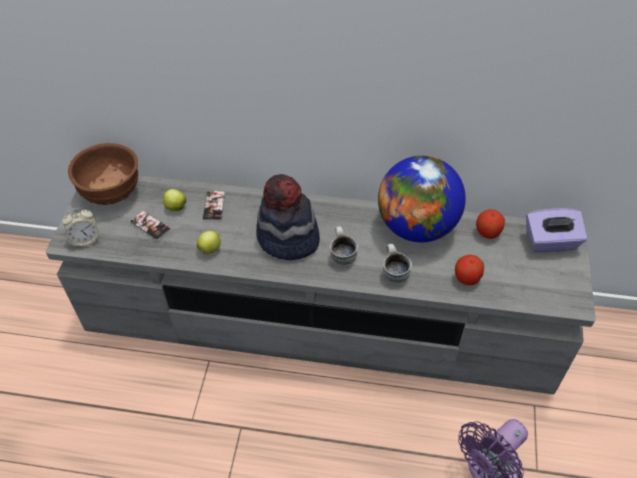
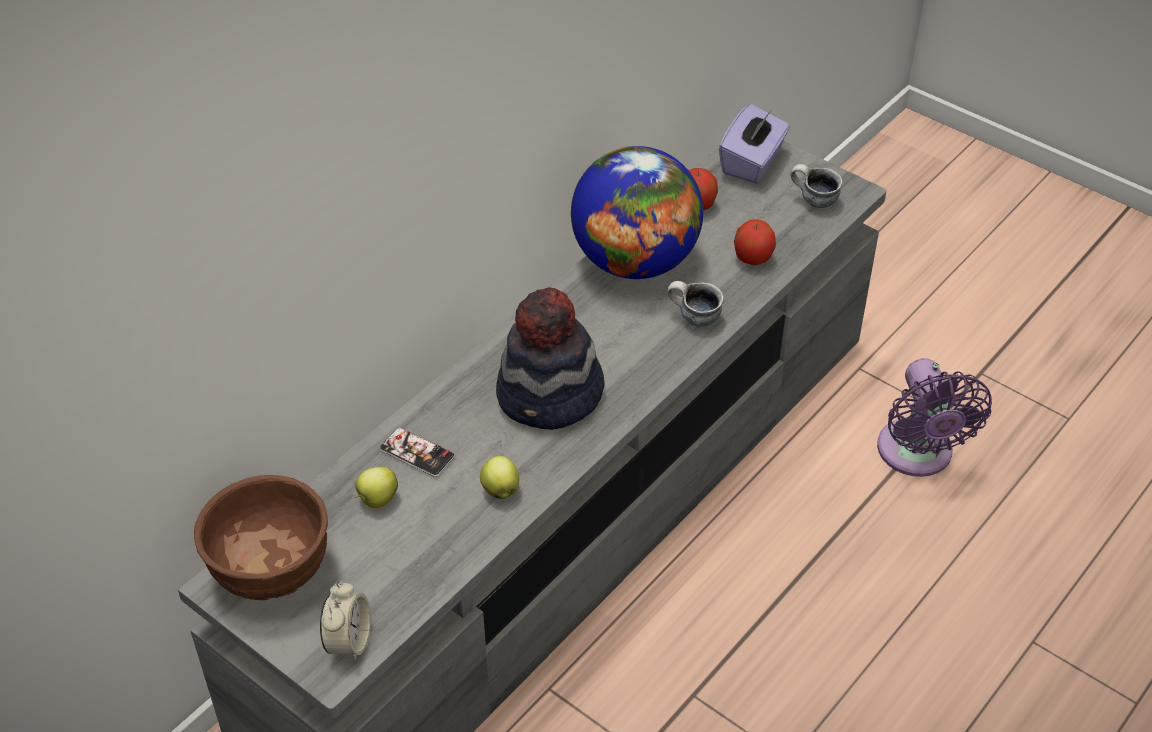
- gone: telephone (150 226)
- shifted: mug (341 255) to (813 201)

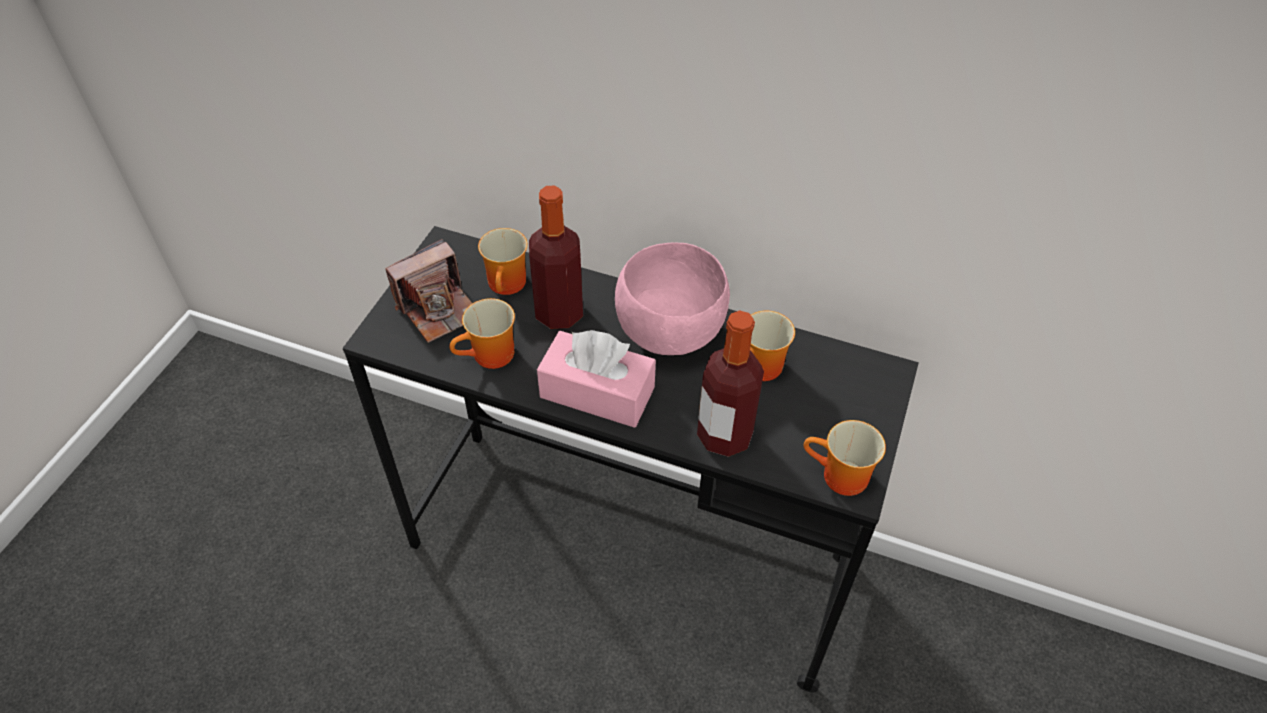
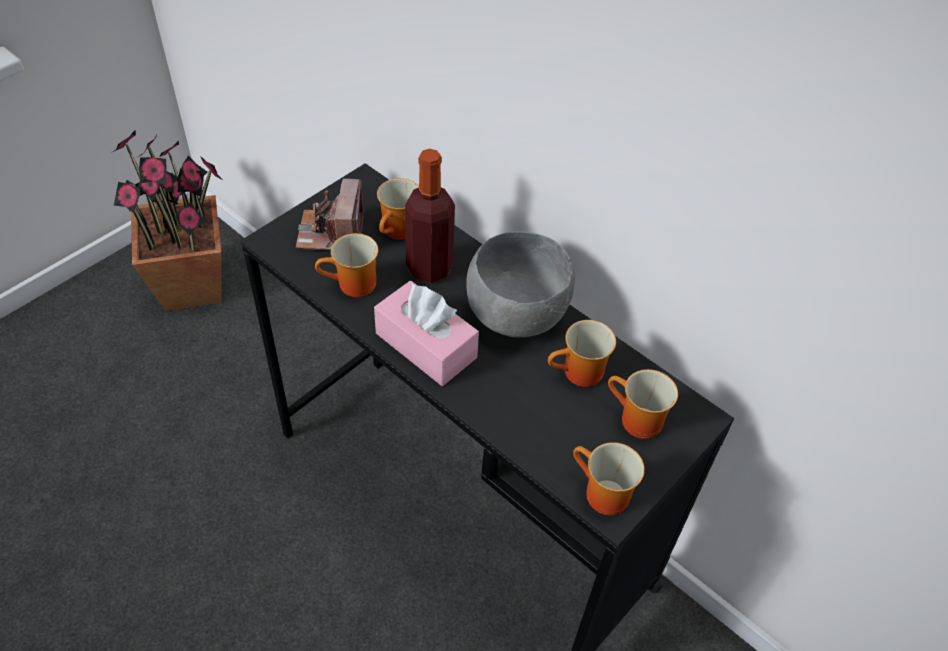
- gone: bottle (724 436)
- new: potted plant (193 286)
- new: mug (635 421)
- repainted: serving bowl in pinkish (670 330) to serving bowl in greyish (517 314)
- rotated: still camera (439 309) = (332 233) 105 degrees clockwise

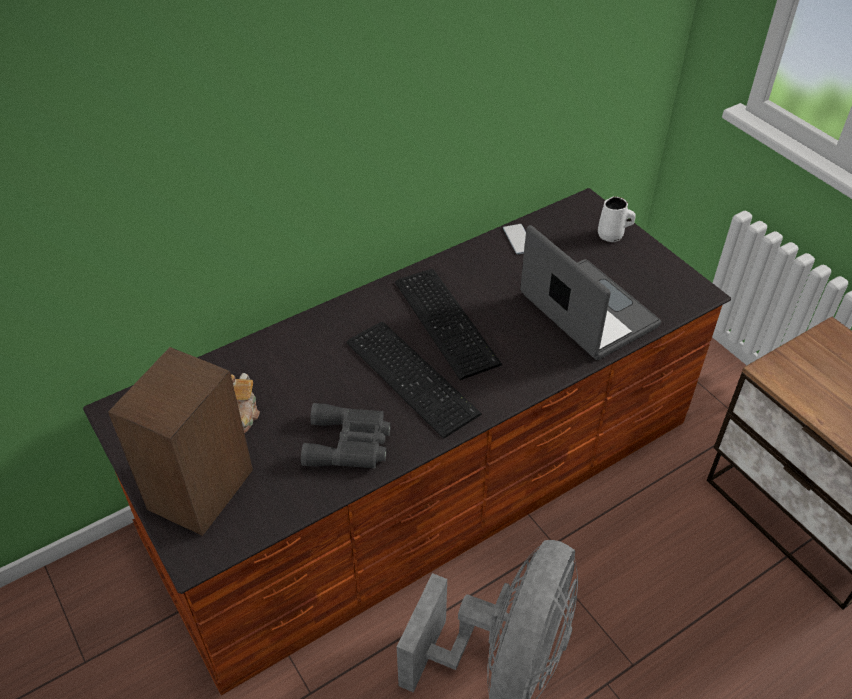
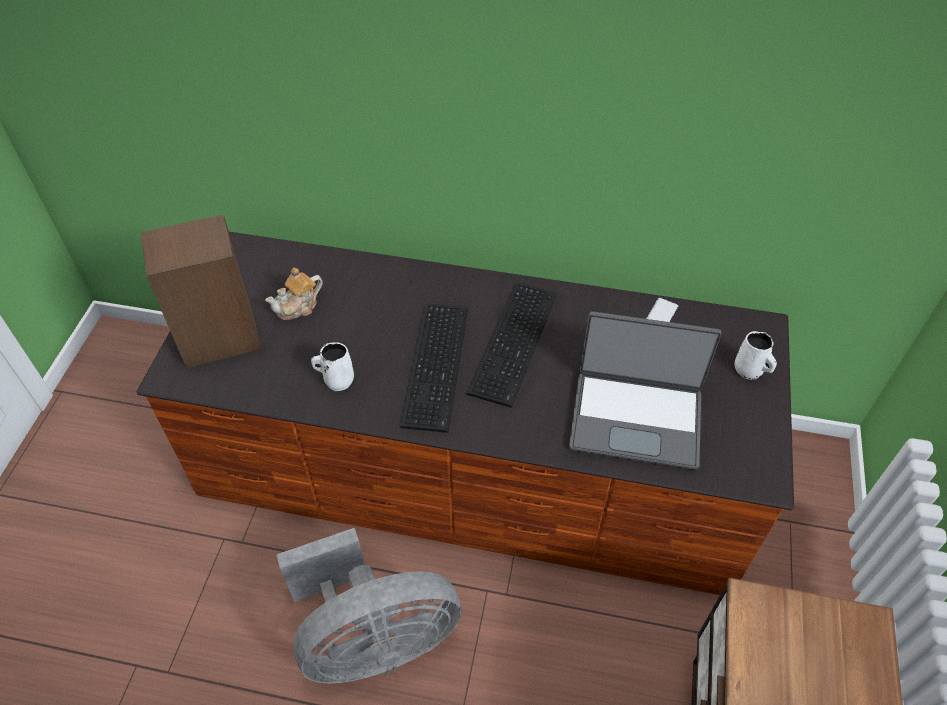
- swapped: binoculars in greyish (350 444) to mug in whitish (337 380)
- rotated: laptop (586 312) = (636 418) 90 degrees clockwise

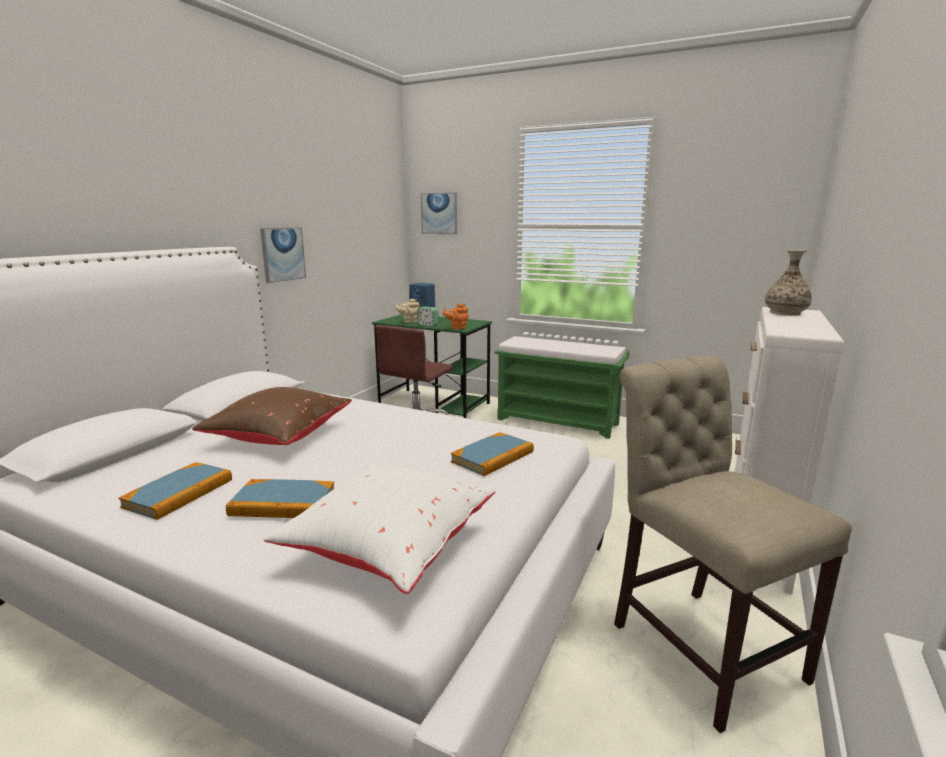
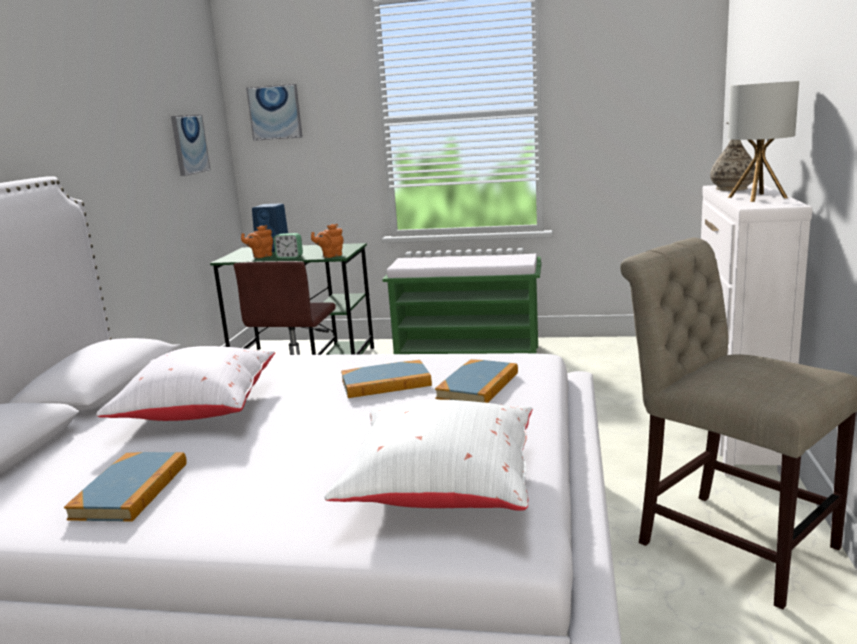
- new: lamp for a table (757 197)
- shifted: book (283 503) to (386 383)
- shifted: picture (283 254) to (189 144)
- repainted: pillow in brown (278 436) to pillow in whitish (197 410)
- repainted: pot for tea in beige-coloured (409 322) to pot for tea in orange-coloured (261 256)

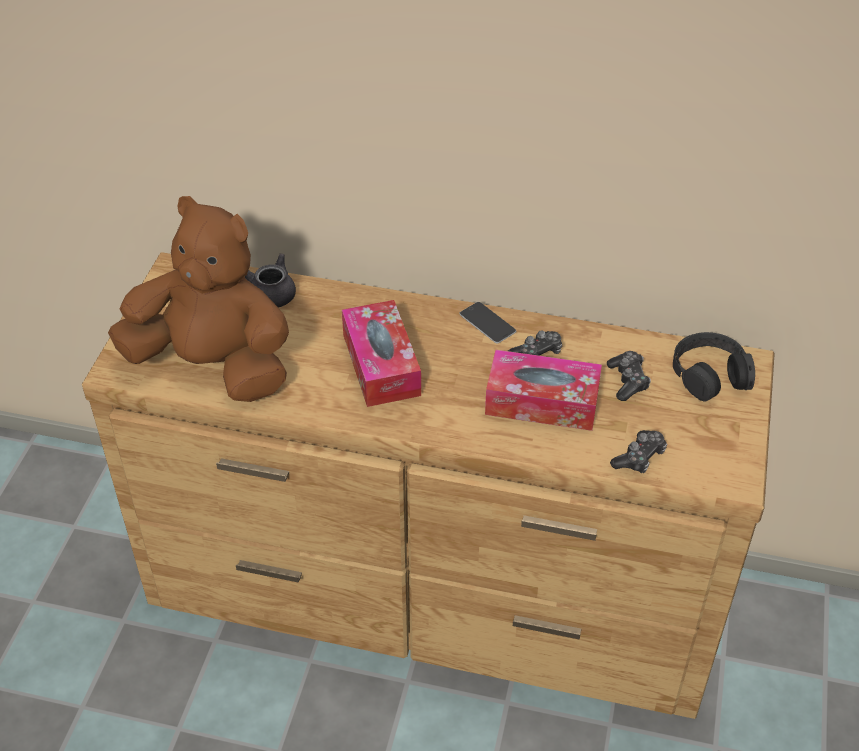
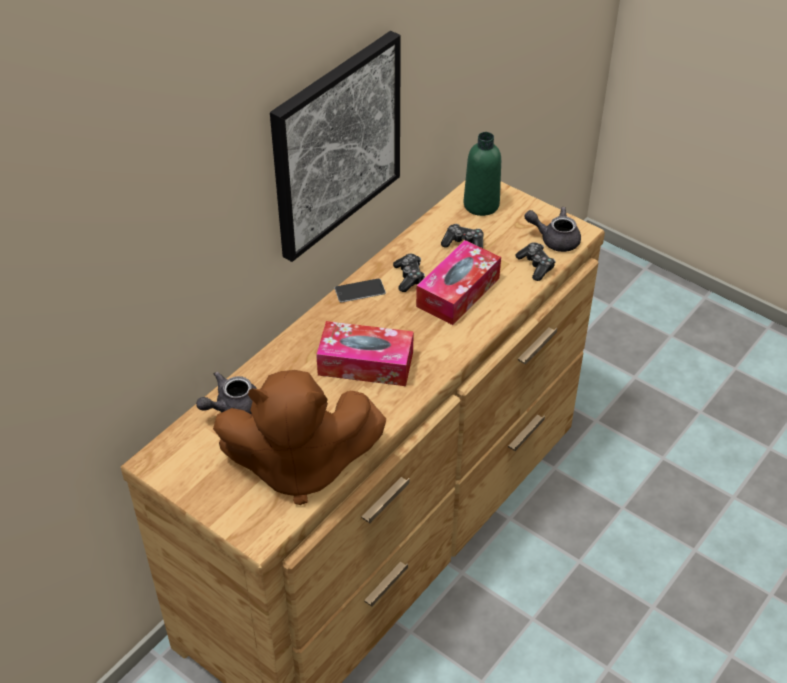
- new: picture (335 145)
- new: pot for tea in greyish (554 239)
- swapped: headphones in blackish (710 374) to bottle in greenish (481 205)
- rotated: soft toy in brown (214 365) = (299 466) 135 degrees counterclockwise

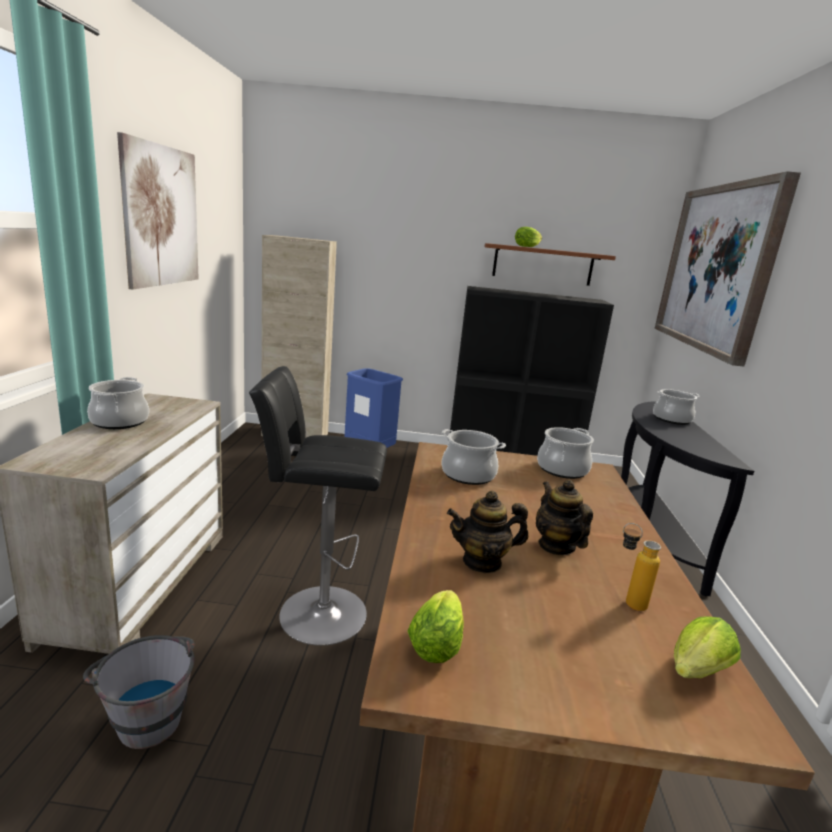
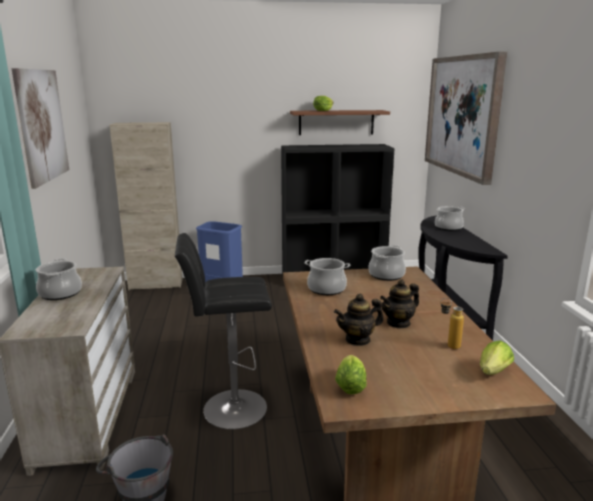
- rotated: pot for tea (556 546) = (398 323) 90 degrees counterclockwise

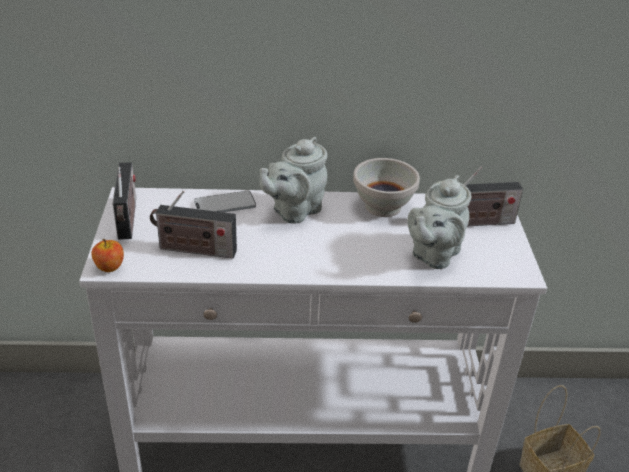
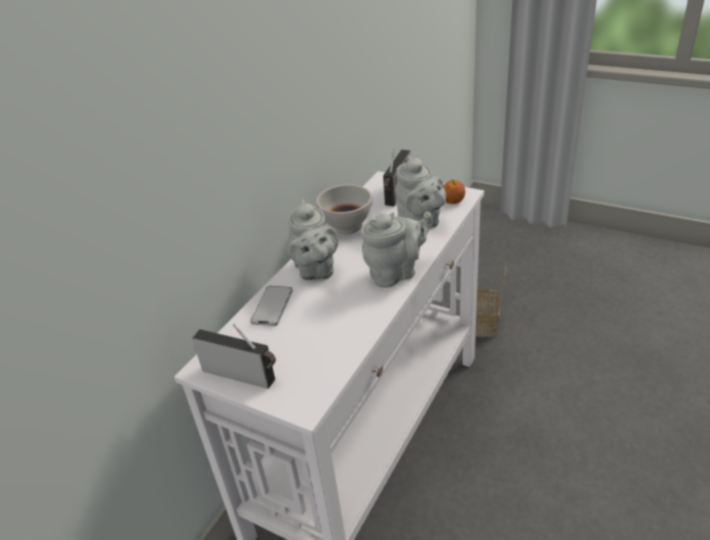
- gone: radio (194 250)
- new: pot for tea in greyish (396 273)
- shifted: whole apple (109 267) to (453 201)

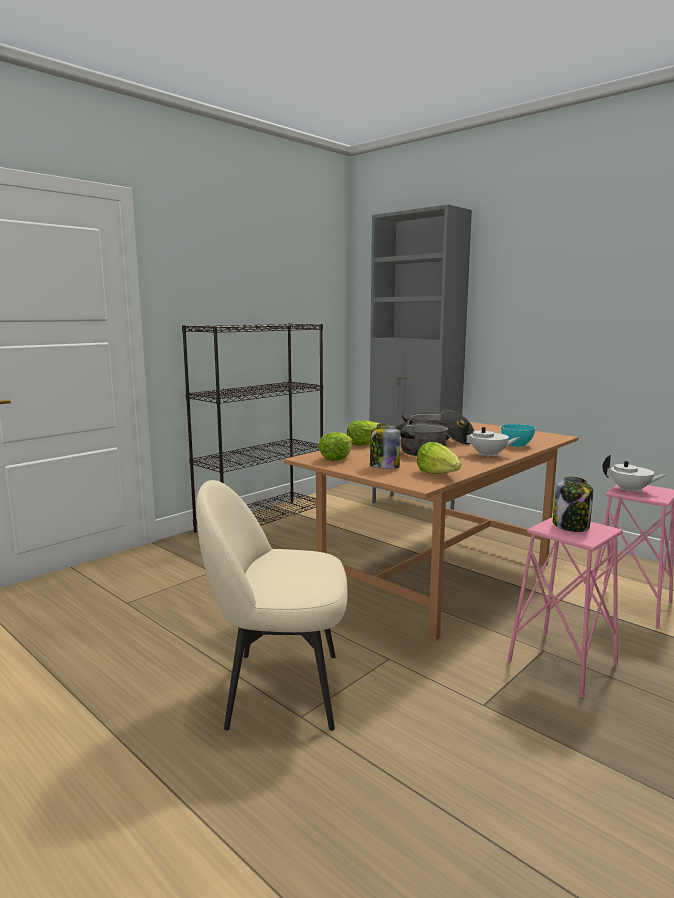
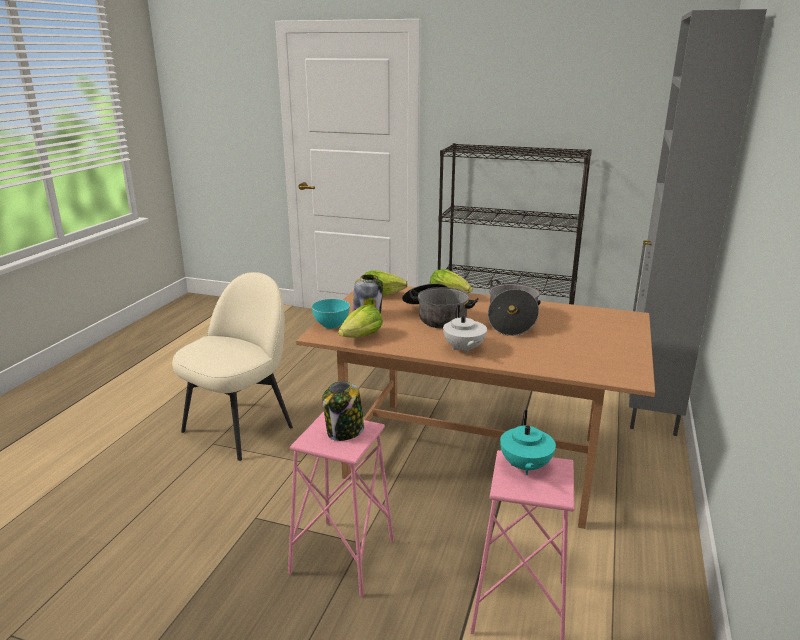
- shifted: serving bowl in turquoise (516 445) to (331 325)
- repainted: pot for tea in whitish (630 490) to pot for tea in turquoise (525 466)
- rotated: upright chair in beige-coloured (279 689) = (240 428) 60 degrees clockwise

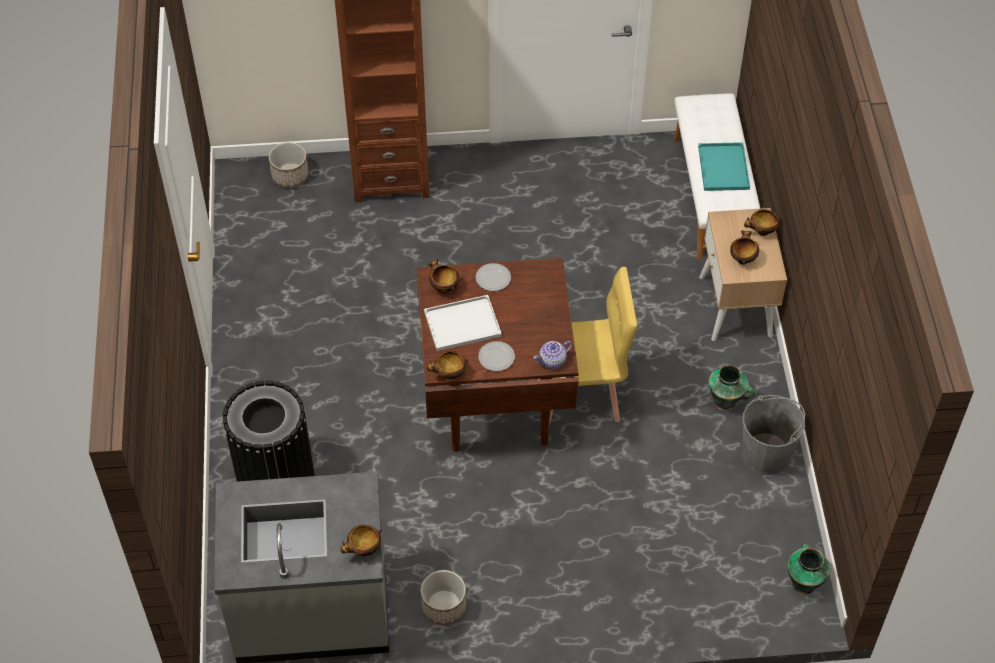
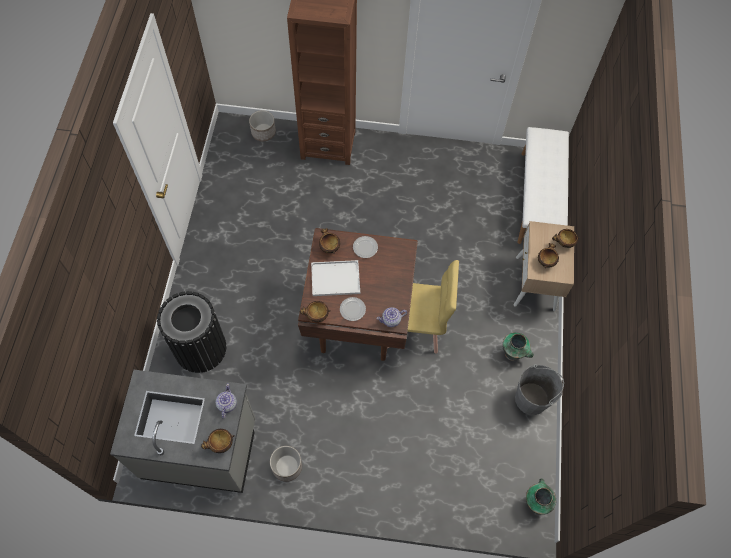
- gone: carrying tray in turquoise (724 168)
- new: pot for tea (227 404)

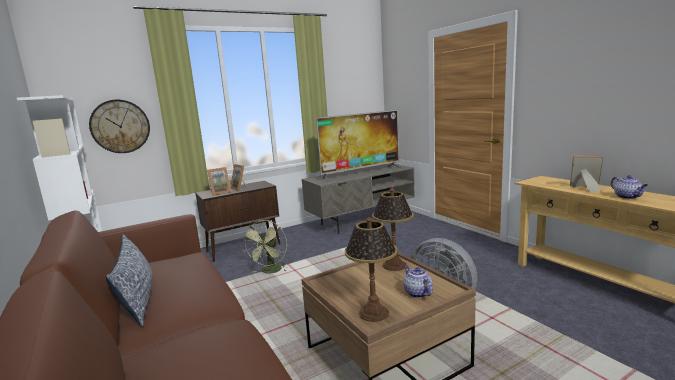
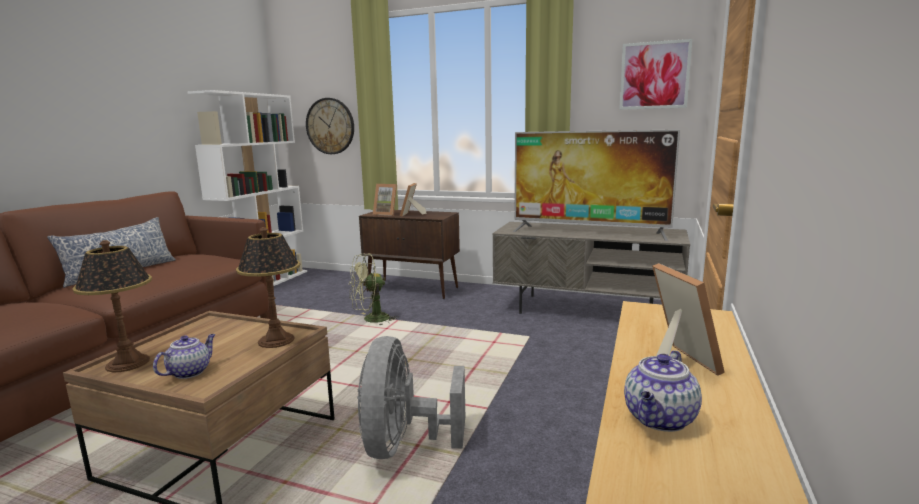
- new: picture (654 75)

